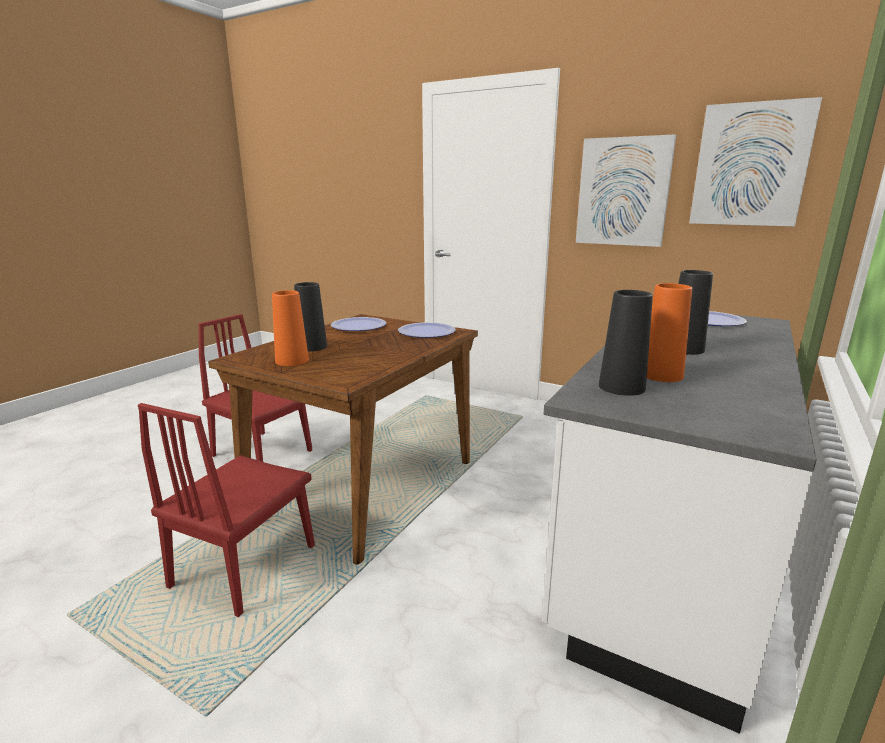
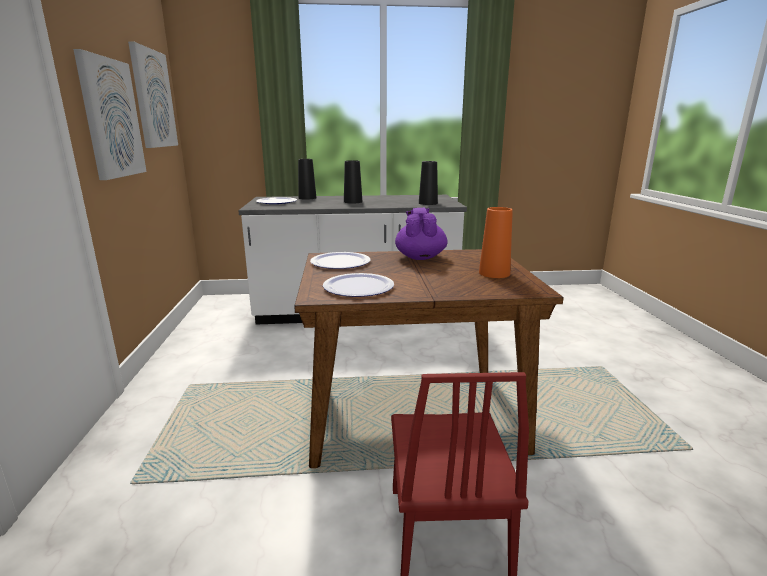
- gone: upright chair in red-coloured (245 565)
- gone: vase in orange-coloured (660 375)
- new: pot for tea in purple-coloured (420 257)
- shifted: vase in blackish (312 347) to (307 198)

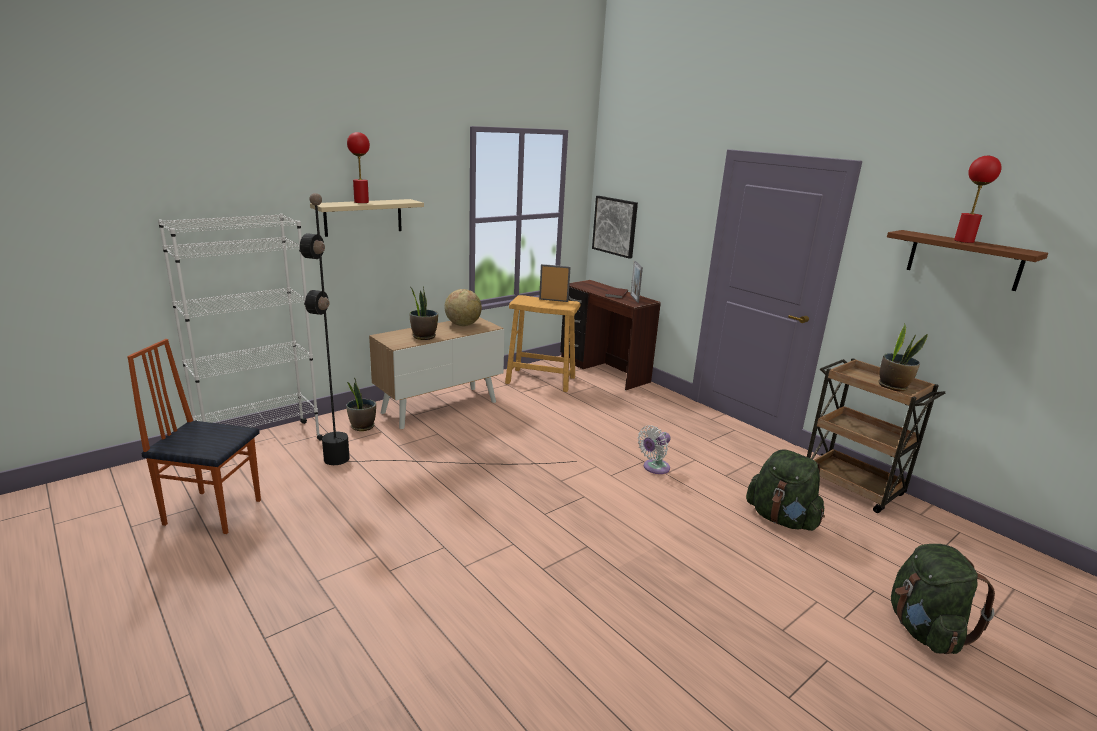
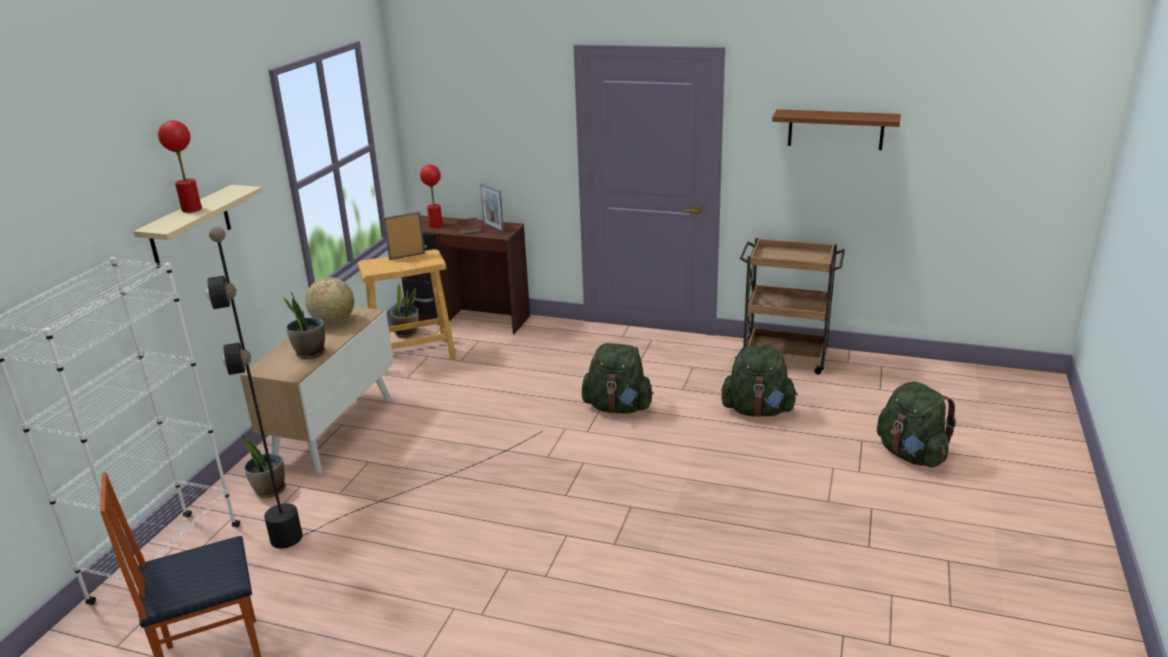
- gone: picture (615 226)
- shifted: potted plant (893 386) to (406 333)
- shifted: lamp for a table in red-coloured (963 241) to (435 225)
- swapped: electric fan in whitish (654 468) to backpack in greenish (618 407)

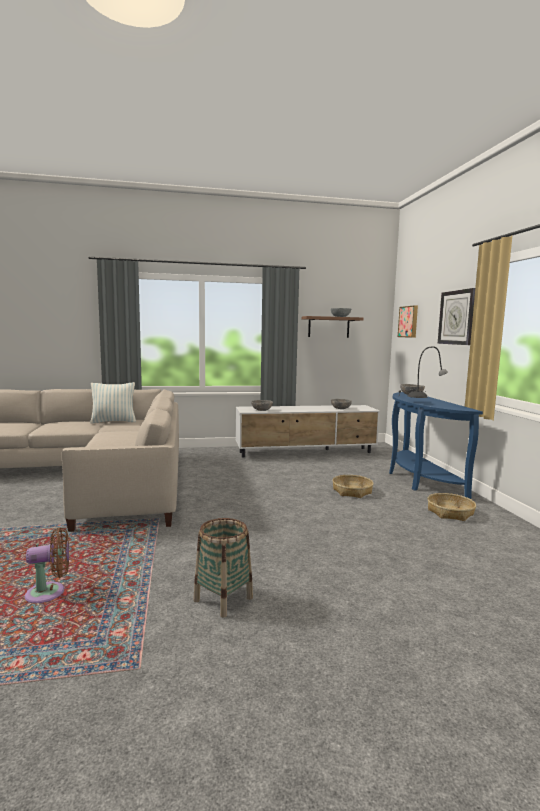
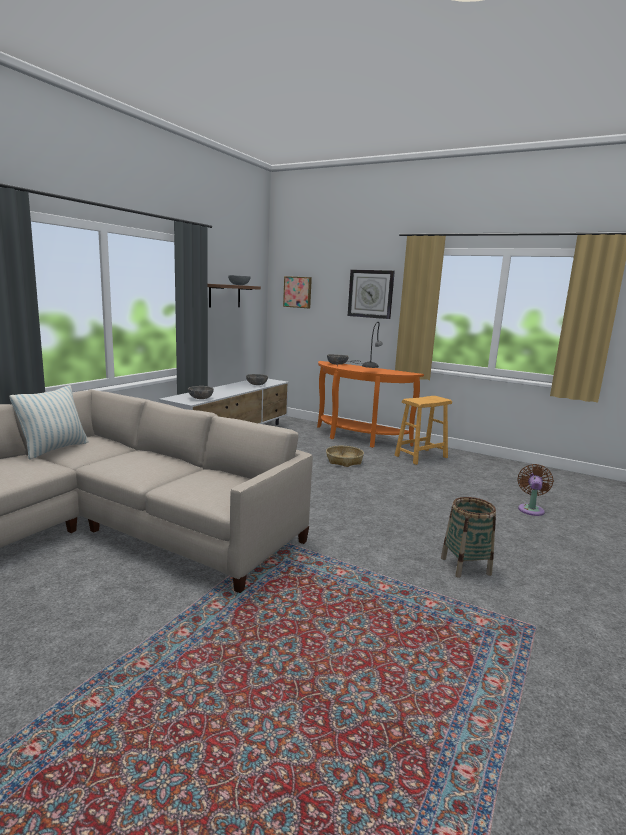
- shifted: electric fan in brown (49 593) to (531 509)
- swapped: basket (450 513) to stool in brown (421 456)
- repainted: narrow table in blue (418 480) to narrow table in orange-coloured (357 439)

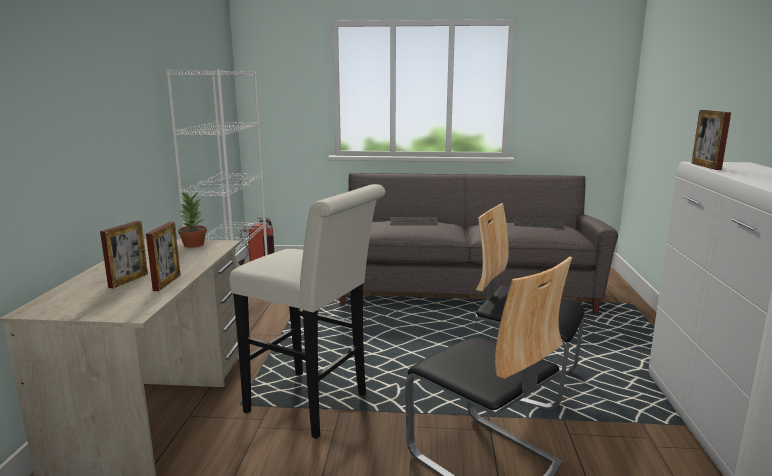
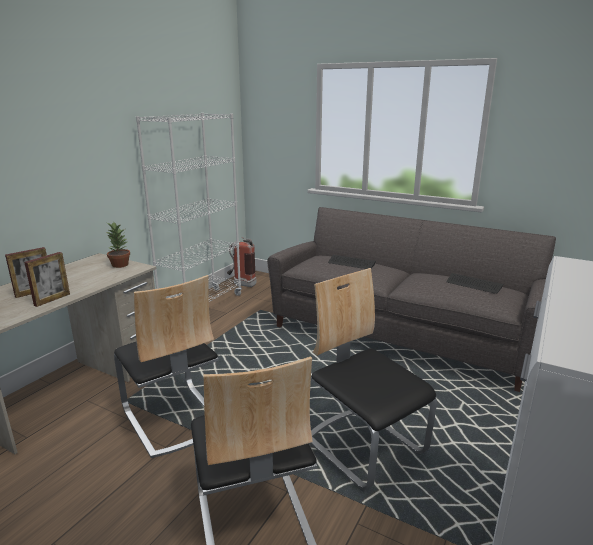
- gone: photo frame (706 166)
- swapped: stool in whitish (314 405) to upright chair (172 418)

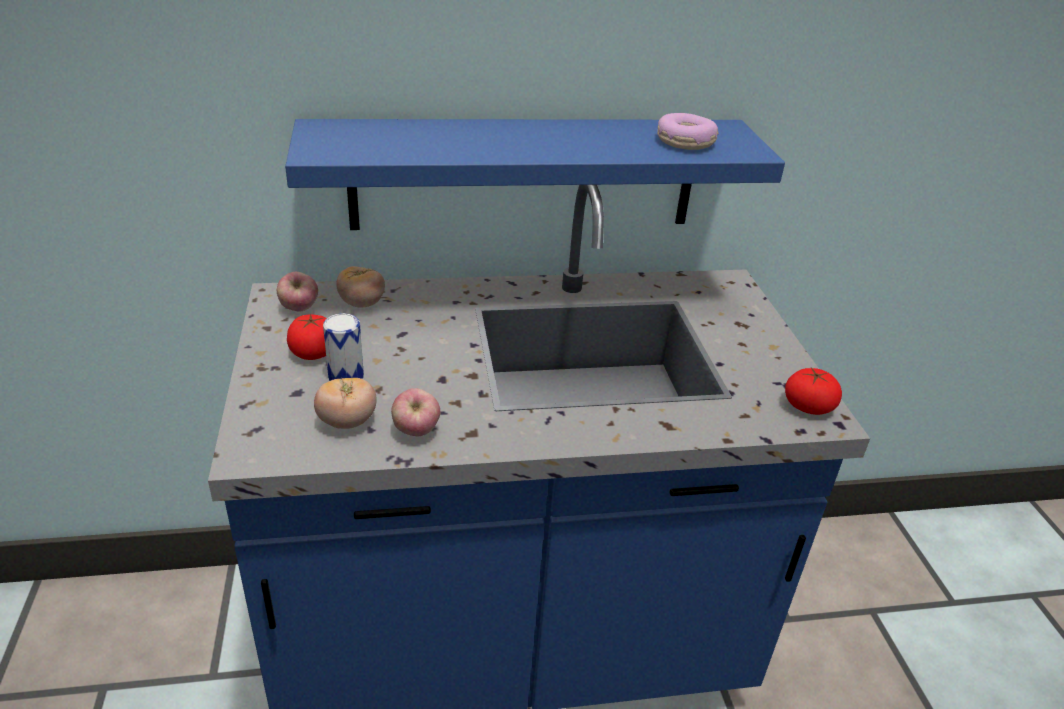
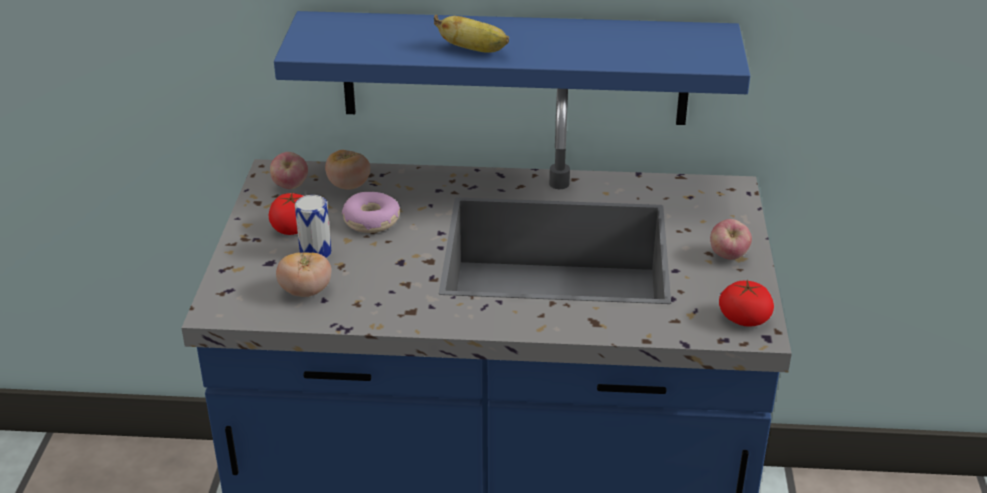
- new: banana (474 50)
- shifted: whole apple (416 432) to (728 257)
- shifted: doughnut (685 142) to (371 221)

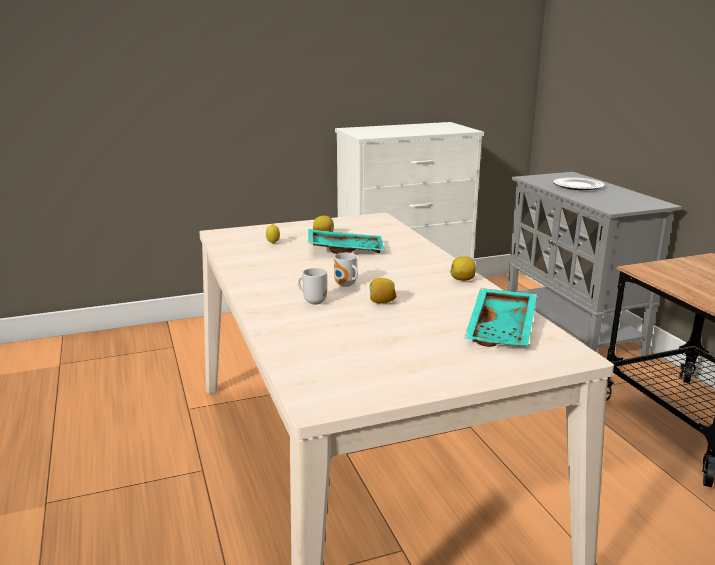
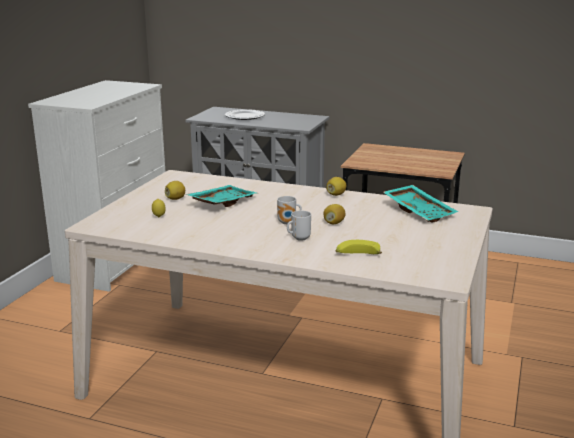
- new: banana (357 255)

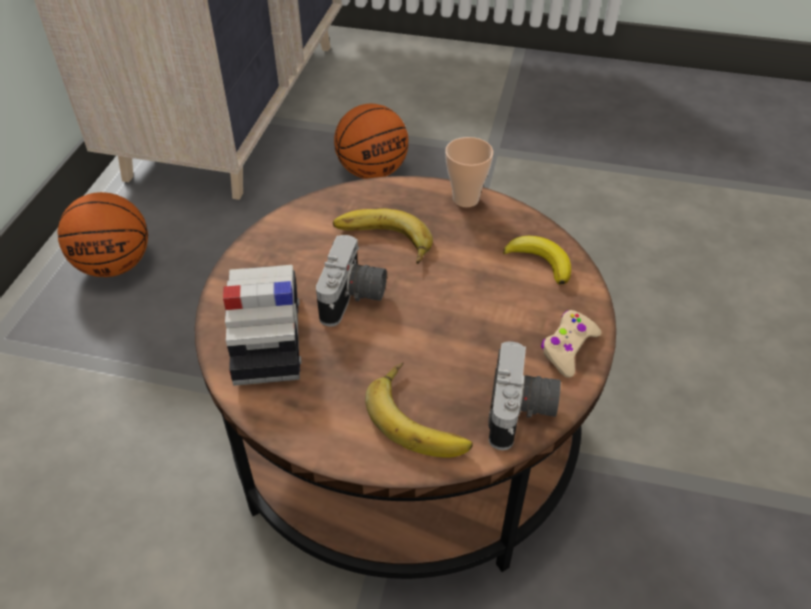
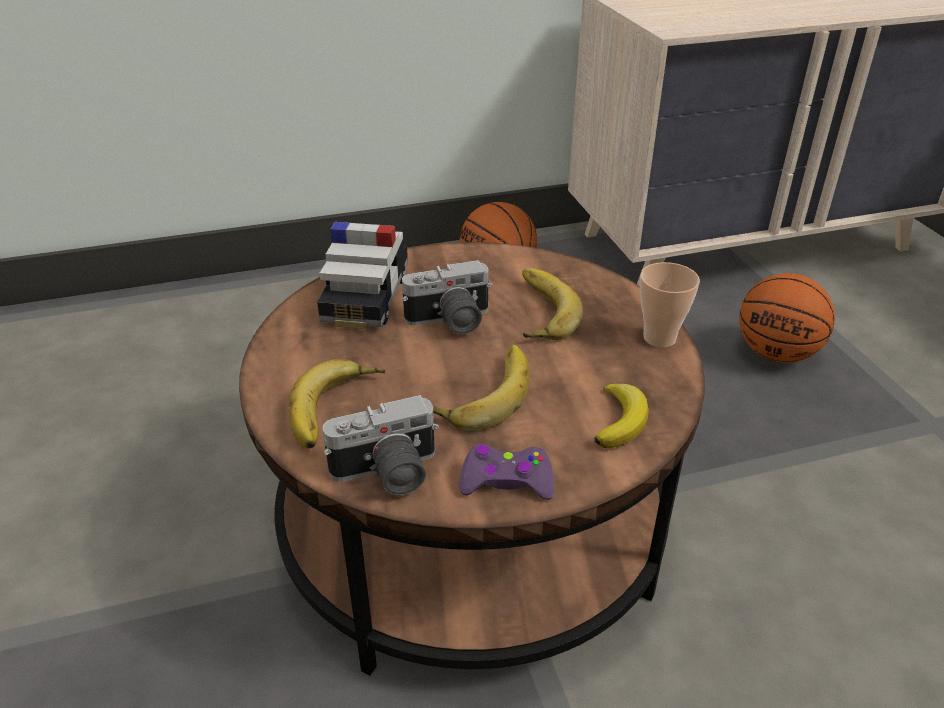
- new: banana (483 392)
- repainted: game controller in beige-coloured (568 348) to game controller in purple-coloured (506 481)
- rotated: model car (267 337) = (366 297) 135 degrees clockwise

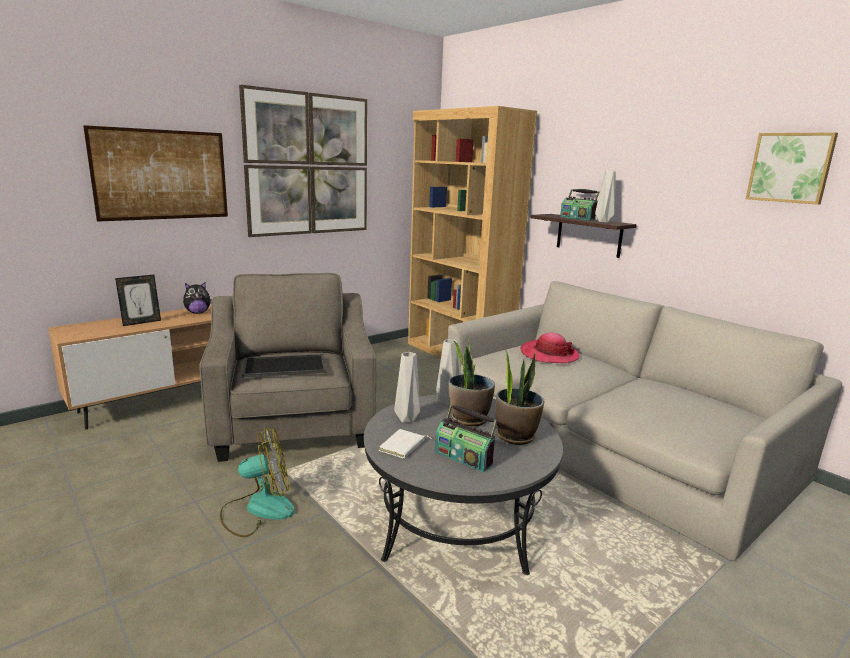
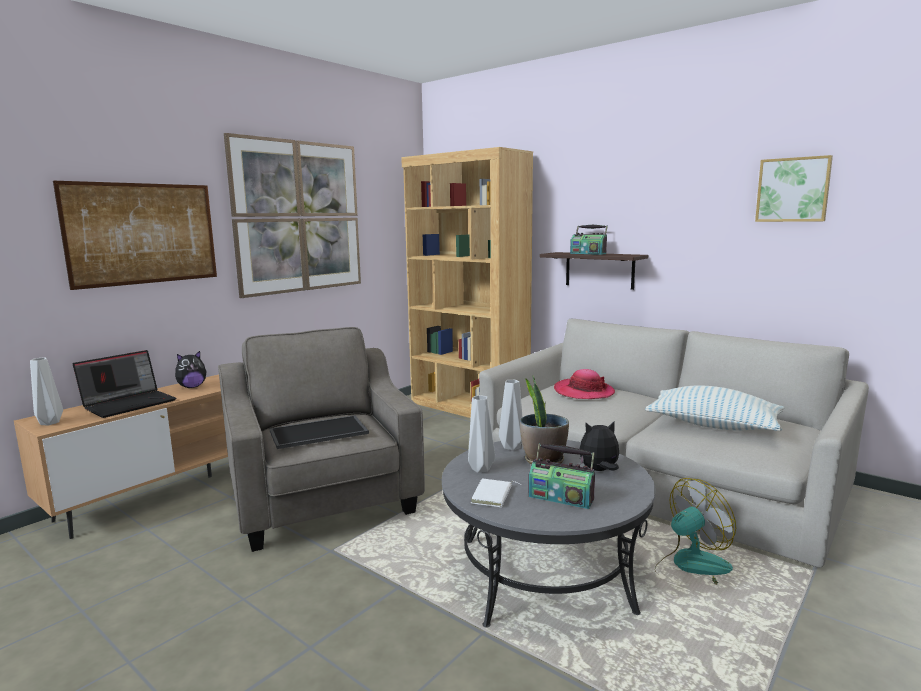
- new: pillow (713 425)
- shifted: electric fan (258 509) to (691 569)
- shifted: vase in greyish (604 222) to (50 423)
- swapped: photo frame (141 322) to laptop (130 403)
- swapped: potted plant (515 436) to soft toy (599 471)

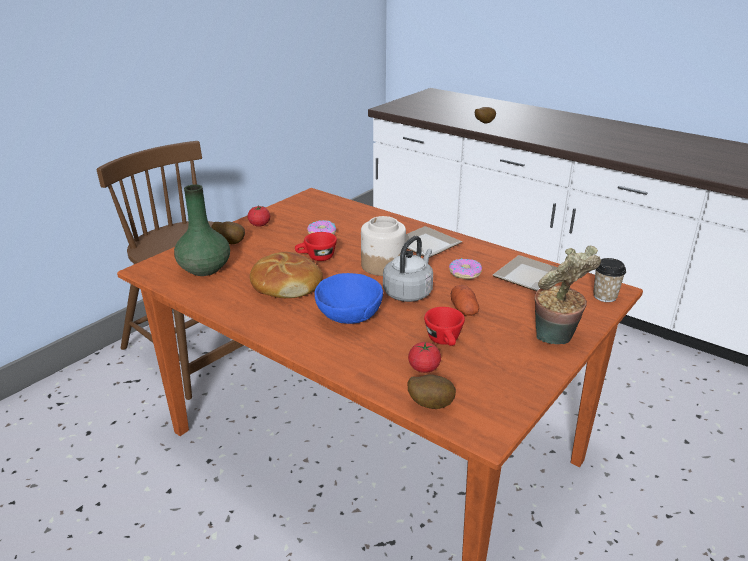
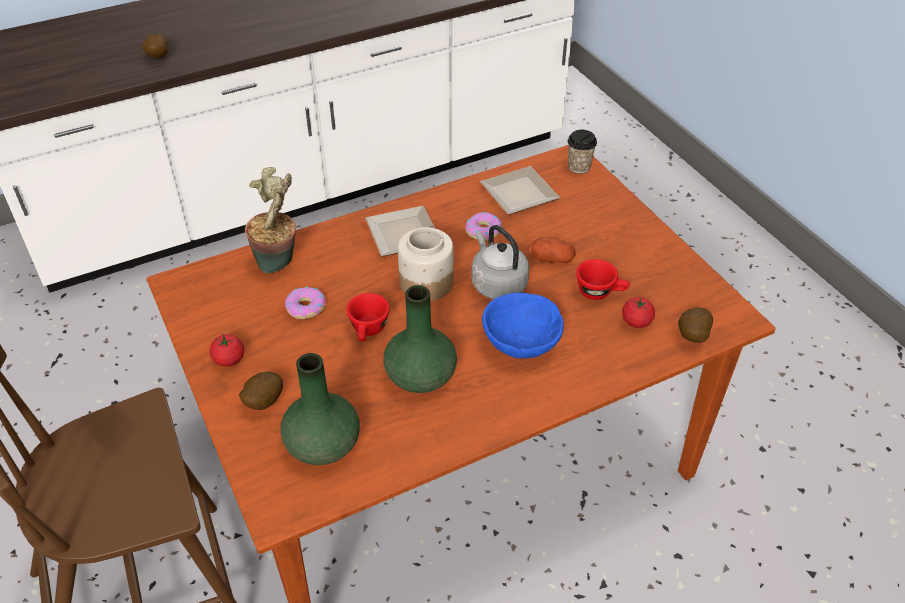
- shifted: potted plant (555 340) to (279 263)
- swapped: bakery bread (286 285) to vase in greenish (419 376)

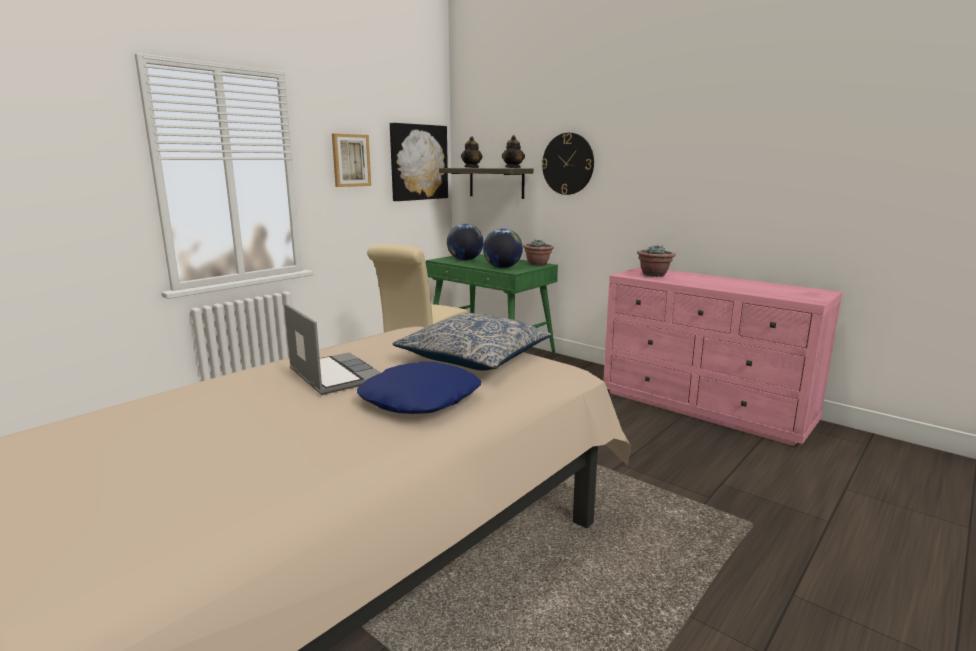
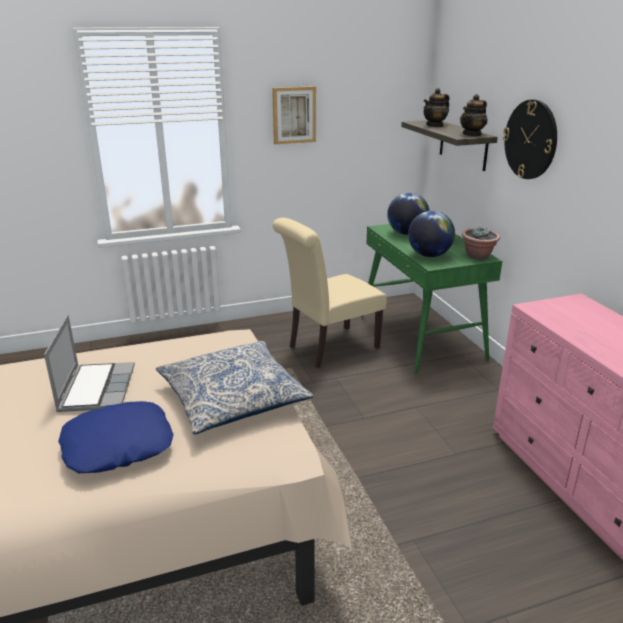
- gone: picture (418 162)
- gone: potted plant (654 275)

